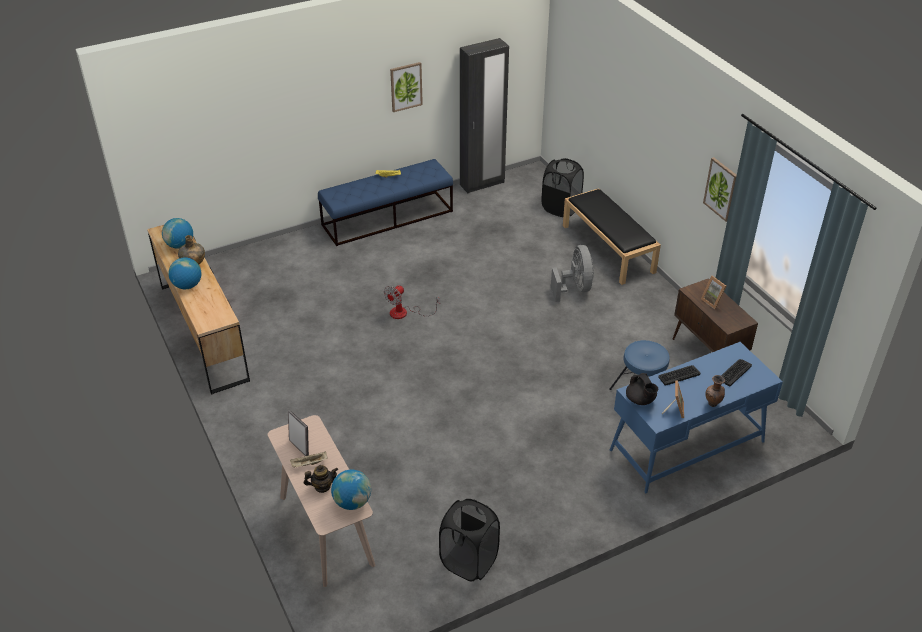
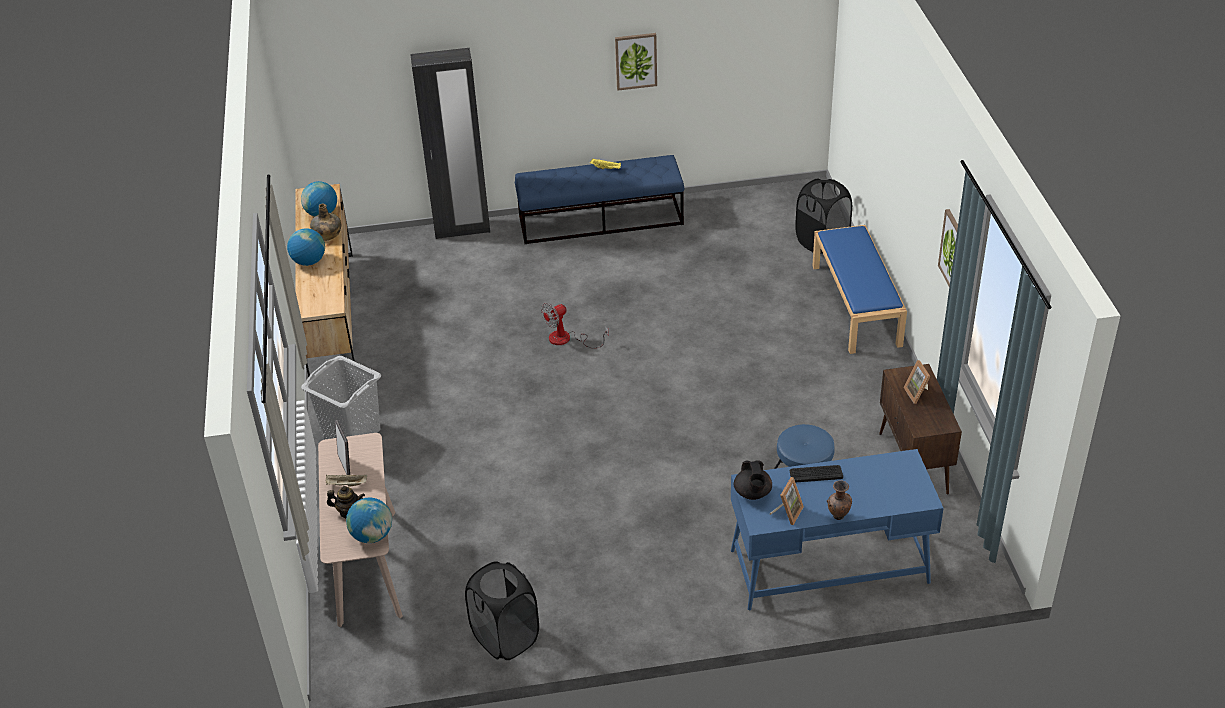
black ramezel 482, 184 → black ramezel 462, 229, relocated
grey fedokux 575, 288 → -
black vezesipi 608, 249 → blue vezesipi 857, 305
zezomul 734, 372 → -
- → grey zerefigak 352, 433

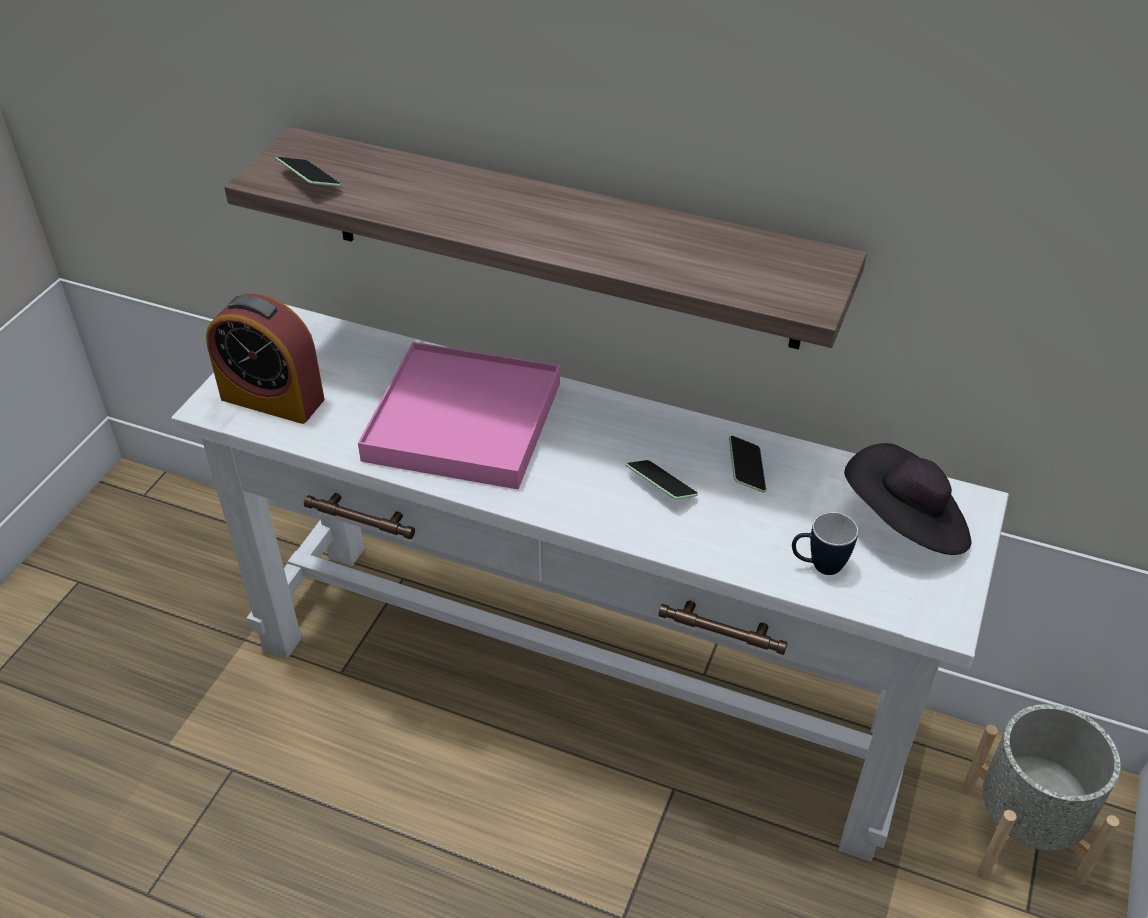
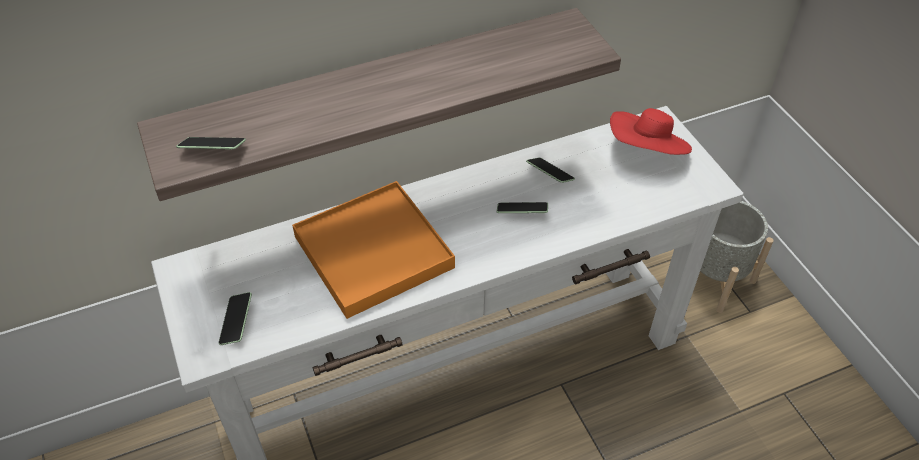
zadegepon 272, 399 → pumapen 237, 323
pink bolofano 464, 421 → orange bolofano 373, 251
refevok 818, 566 → -
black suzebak 905, 524 → red suzebak 647, 151

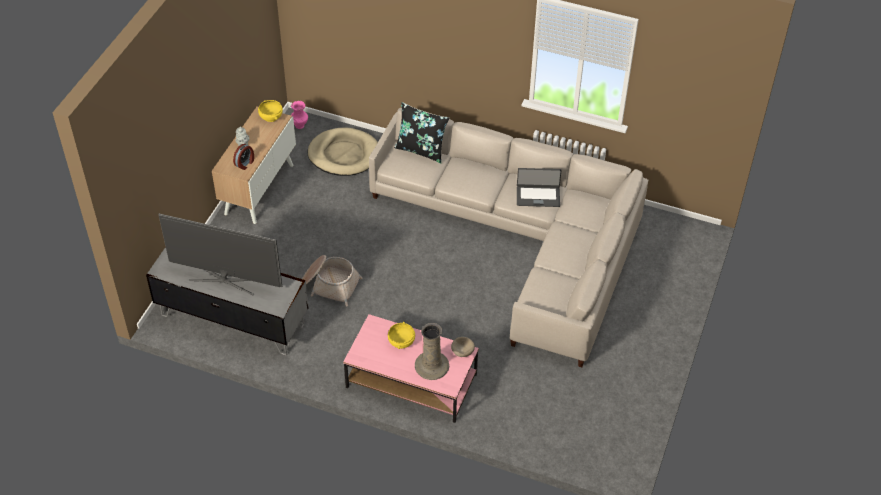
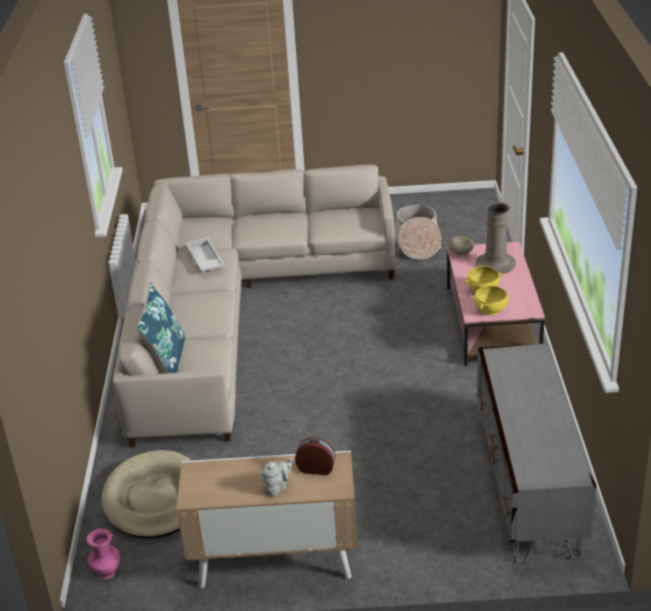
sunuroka 225, 279 → -
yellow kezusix 270, 117 → yellow kezusix 491, 310, relocated
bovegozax 330, 285 → bovegozax 417, 244, relocated
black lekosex 421, 150 → blue lekosex 166, 360
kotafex 538, 196 → white bolofano 204, 260

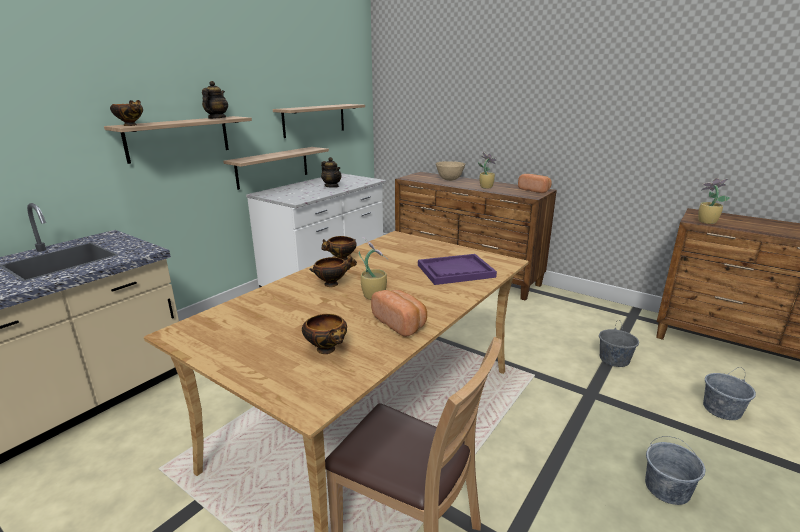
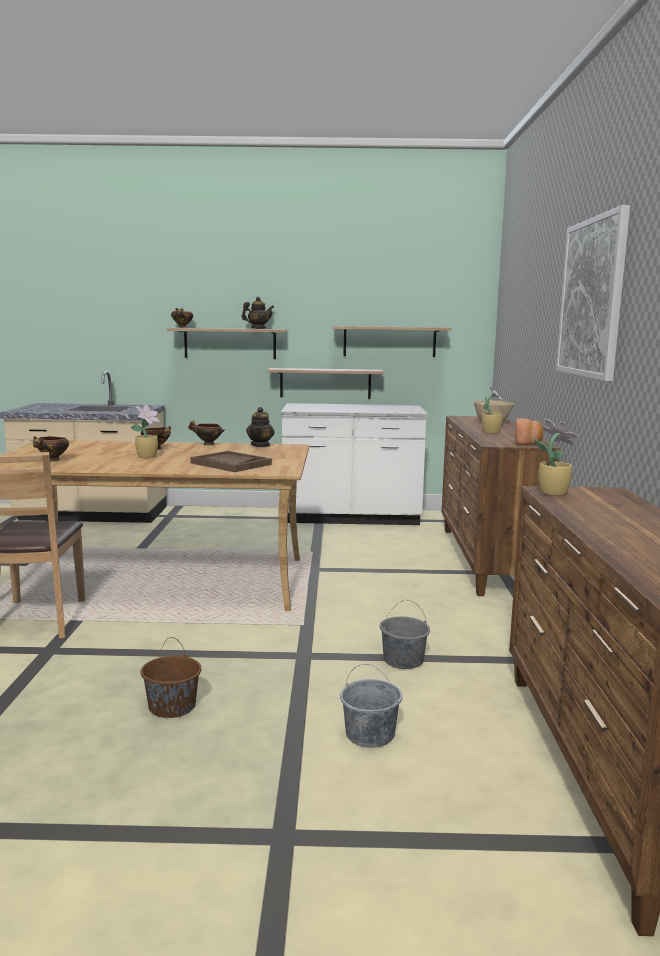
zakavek 332, 186 → zakavek 260, 445, relocated
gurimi 401, 323 → -
purple bolofano 455, 271 → brown bolofano 230, 464
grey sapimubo 667, 489 → brown sapimubo 172, 706
- → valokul 592, 298

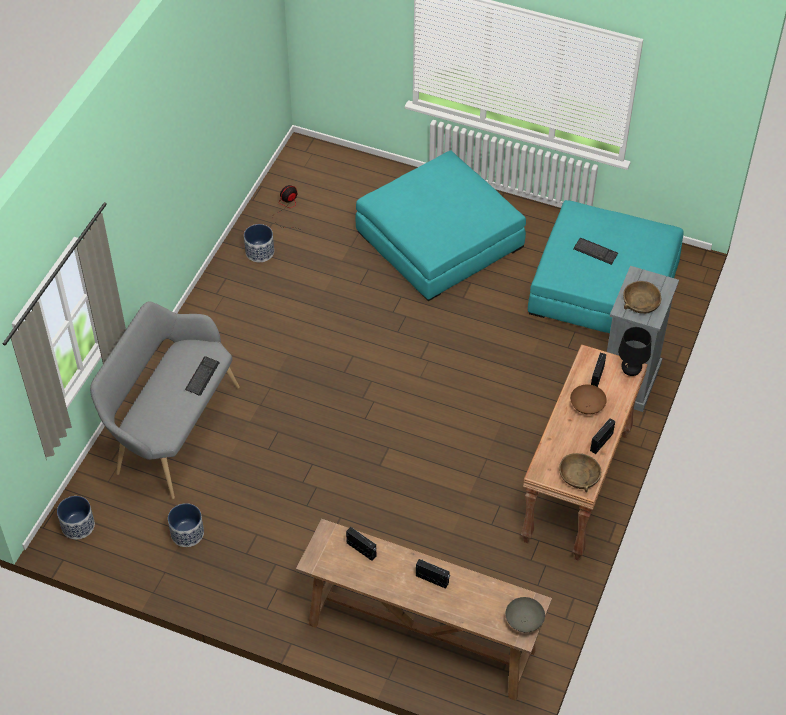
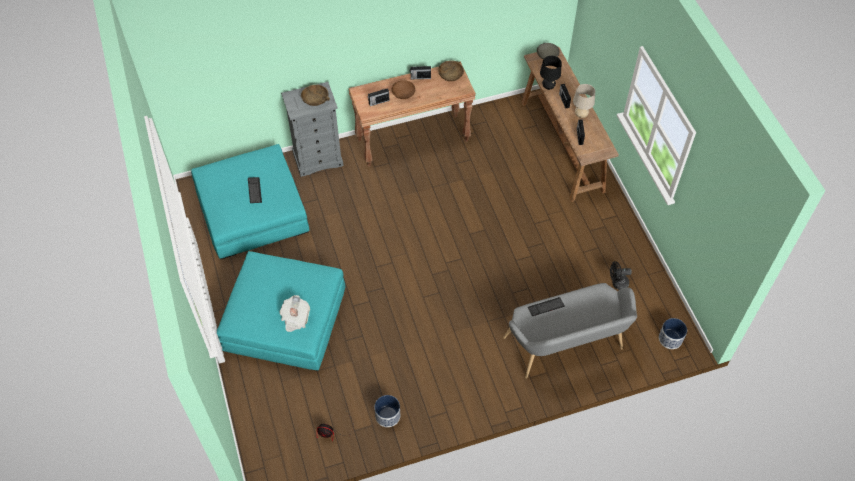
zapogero 187, 533 → black fedokux 617, 283
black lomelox 630, 371 → black lomelox 548, 87, relocated
- → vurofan 295, 318
- → beige lomelox 581, 115

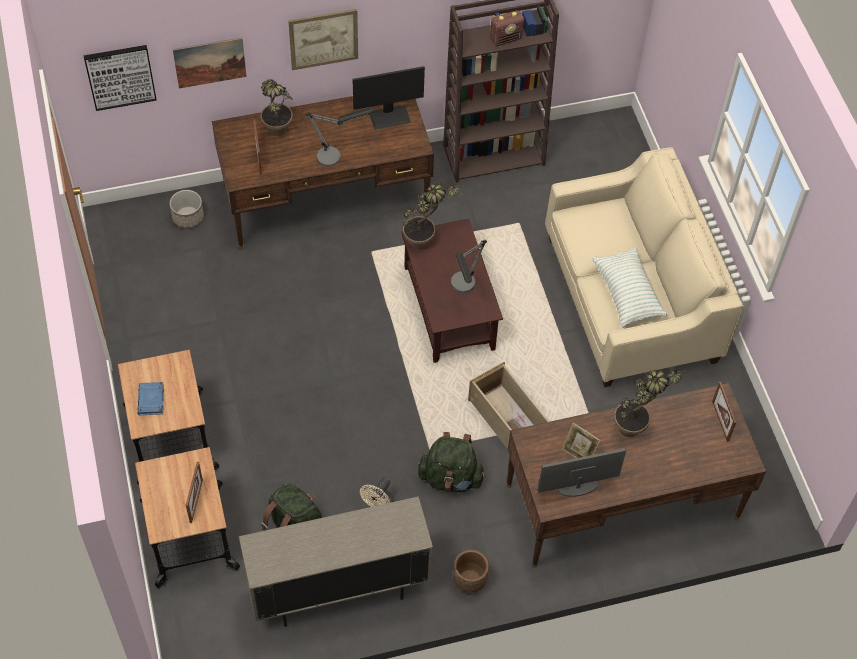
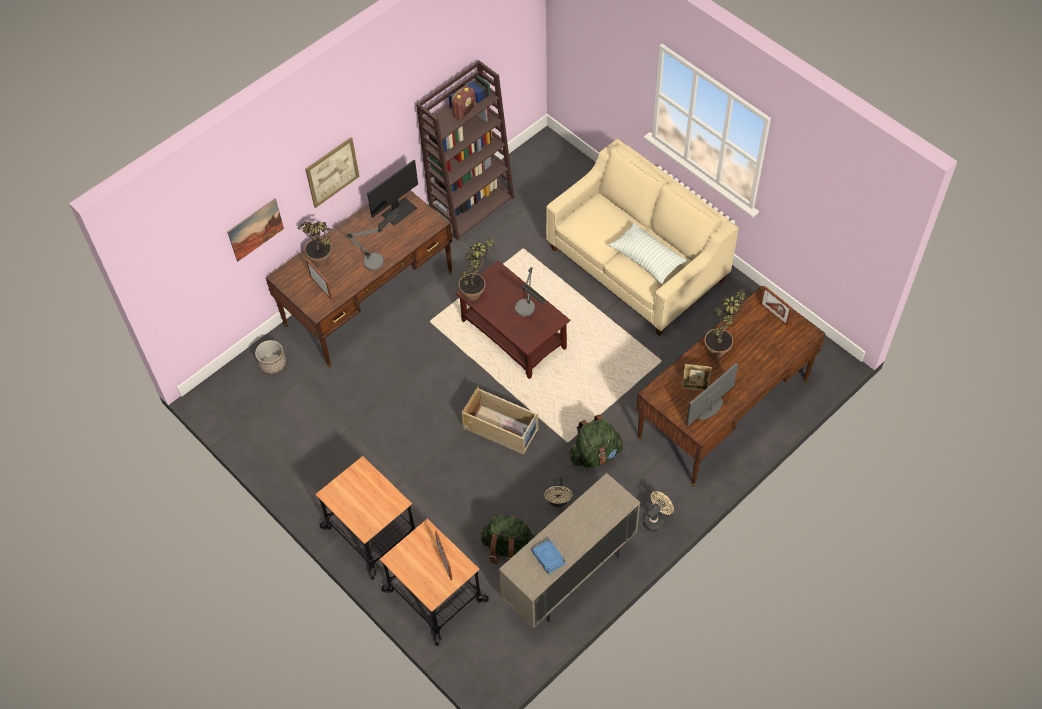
valokul 120, 76 → -
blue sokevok 151, 400 → blue sokevok 549, 557, relocated
brown zapogero 469, 580 → beige fedokux 656, 519
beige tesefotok 508, 421 → beige tesefotok 501, 429, relocated

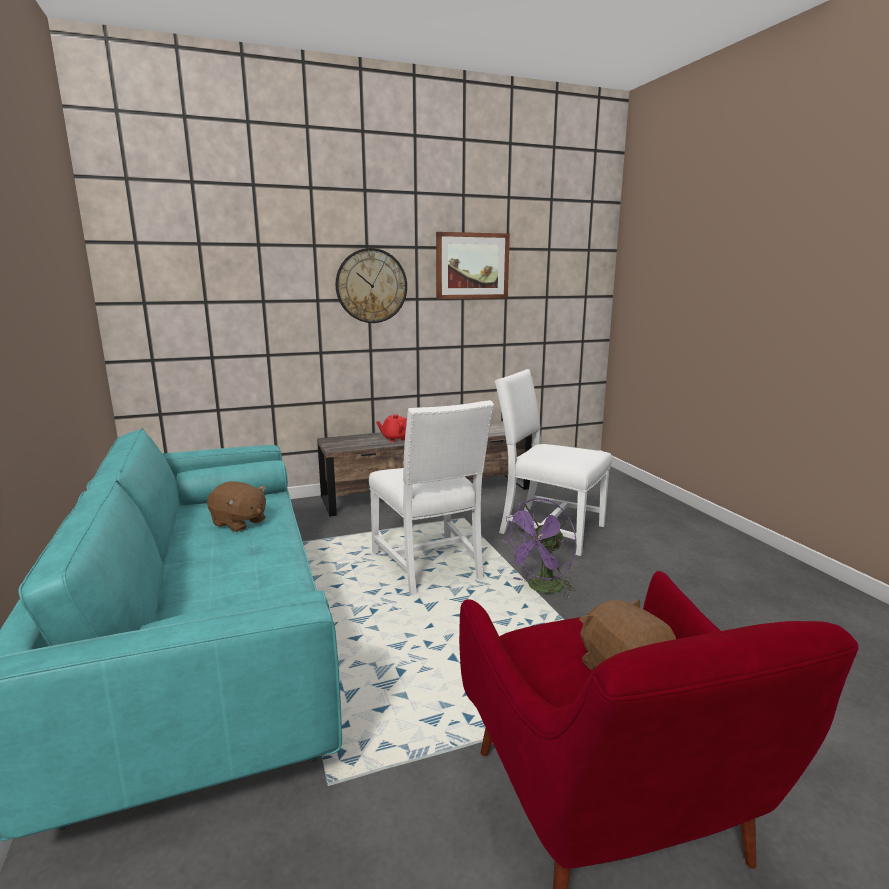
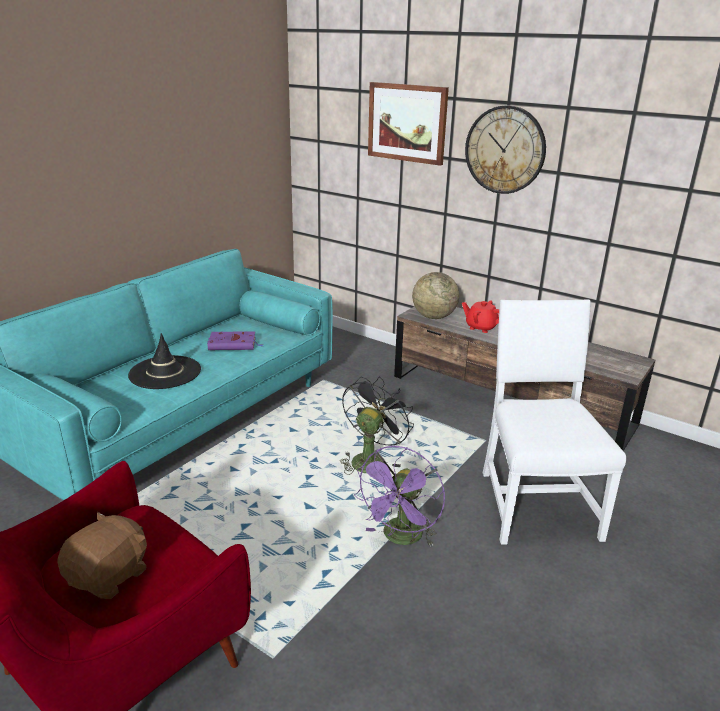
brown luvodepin 239, 523 → purple sokevok 234, 344
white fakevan 430, 566 → black fedokux 371, 459
valokul 472, 266 → valokul 407, 123, relocated
purple fedokux 541, 589 → purple fedokux 400, 538, 75 degrees counterclockwise
- → black suzebak 165, 373
- → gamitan 433, 317

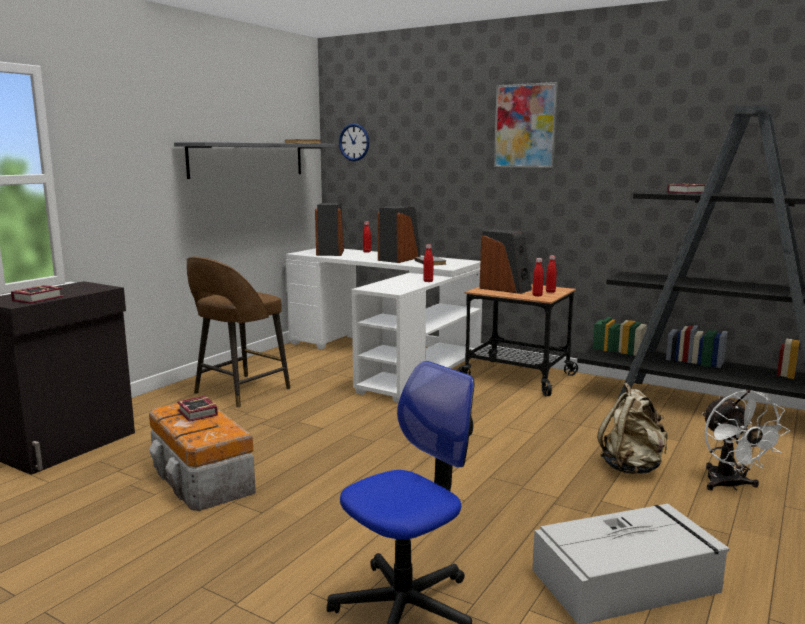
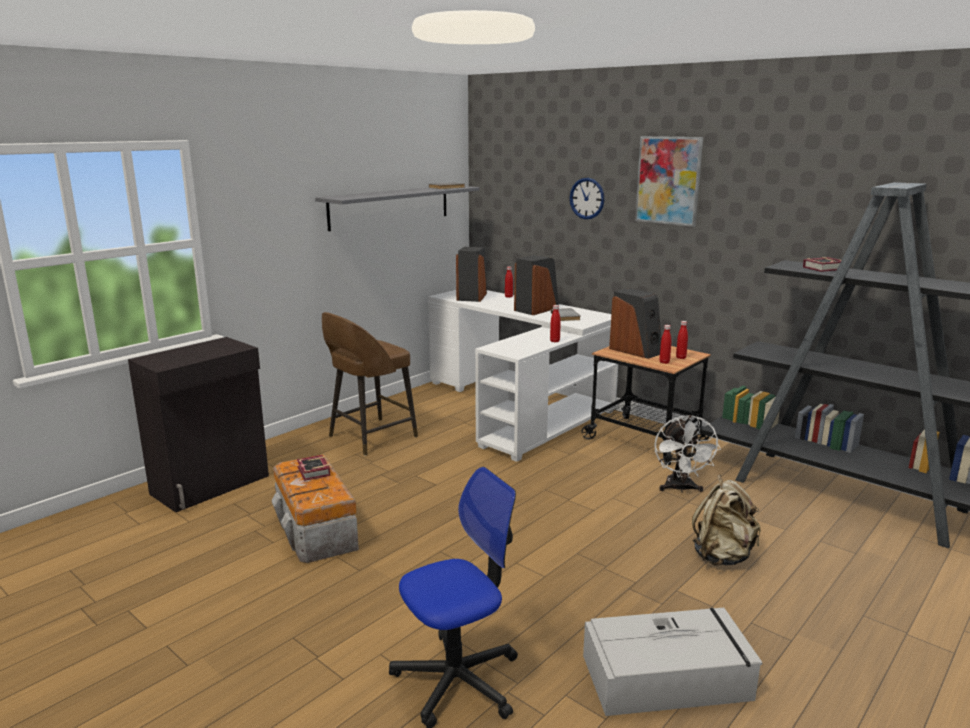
sokevok 40, 298 → -
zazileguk 354, 142 → zazileguk 587, 198, relocated
white fedokux 730, 485 → white fedokux 680, 489, relocated

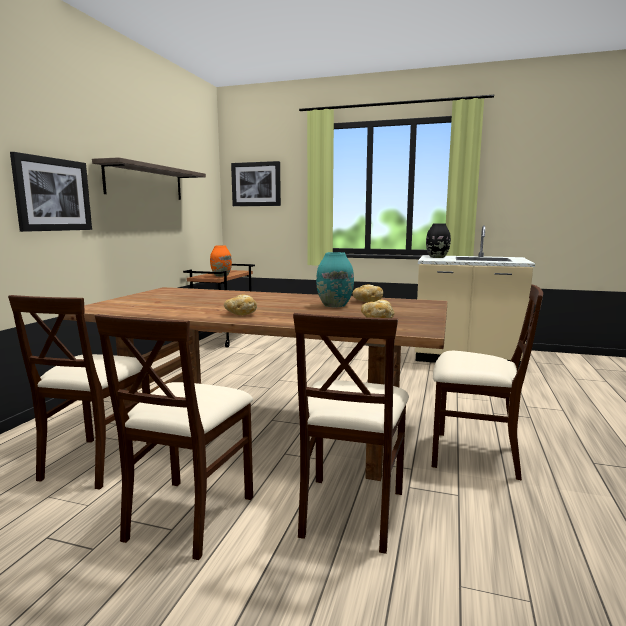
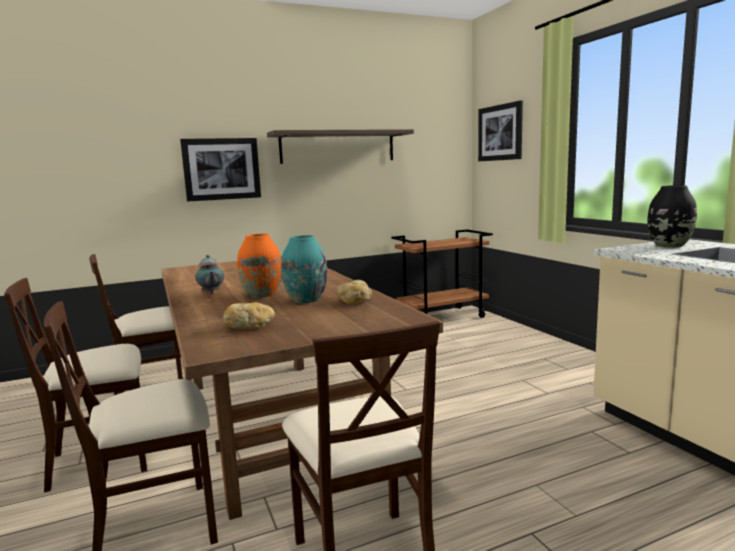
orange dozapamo 221, 275 → orange dozapamo 261, 295, relocated
gurimi 241, 314 → zakavek 211, 293

